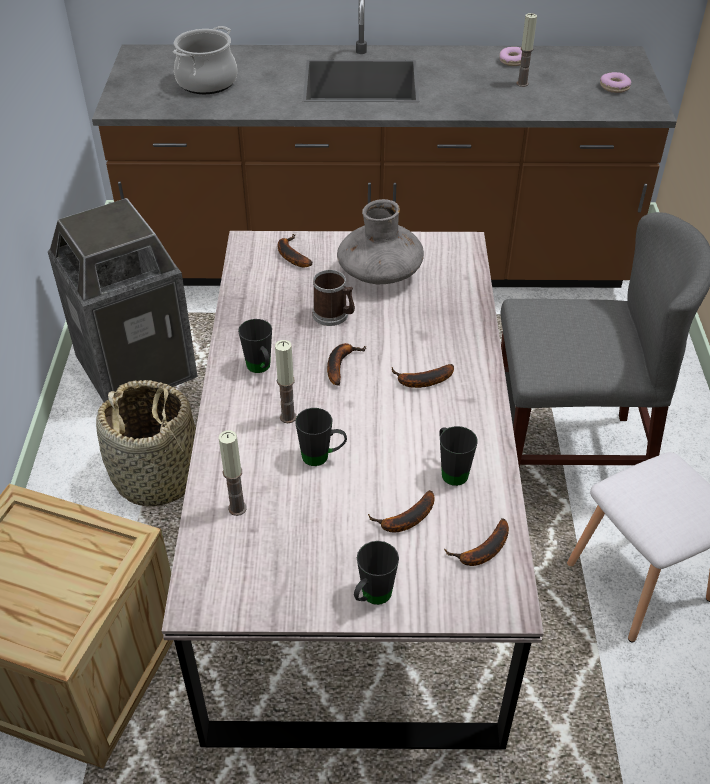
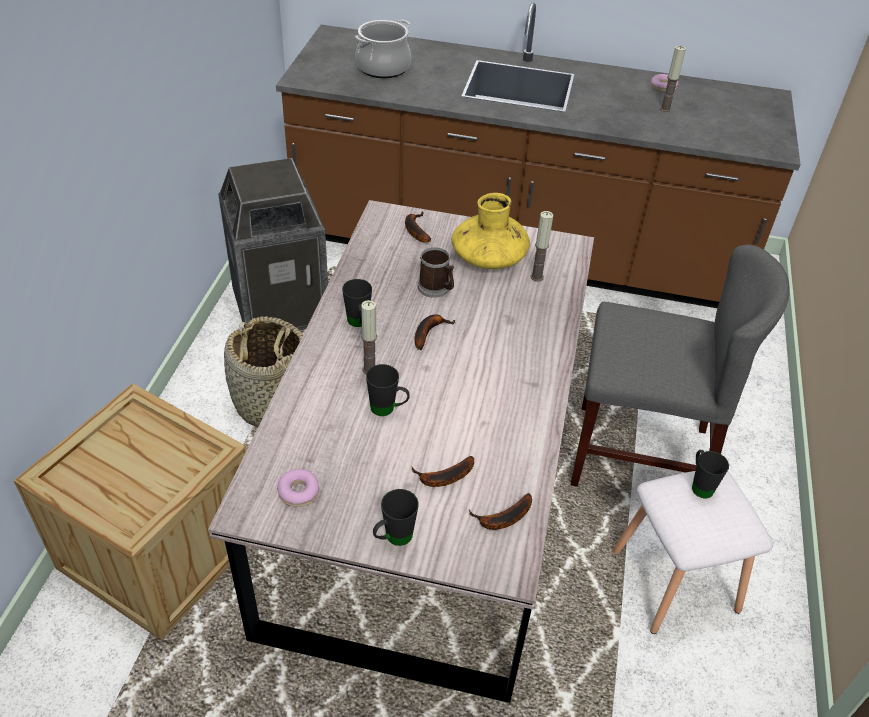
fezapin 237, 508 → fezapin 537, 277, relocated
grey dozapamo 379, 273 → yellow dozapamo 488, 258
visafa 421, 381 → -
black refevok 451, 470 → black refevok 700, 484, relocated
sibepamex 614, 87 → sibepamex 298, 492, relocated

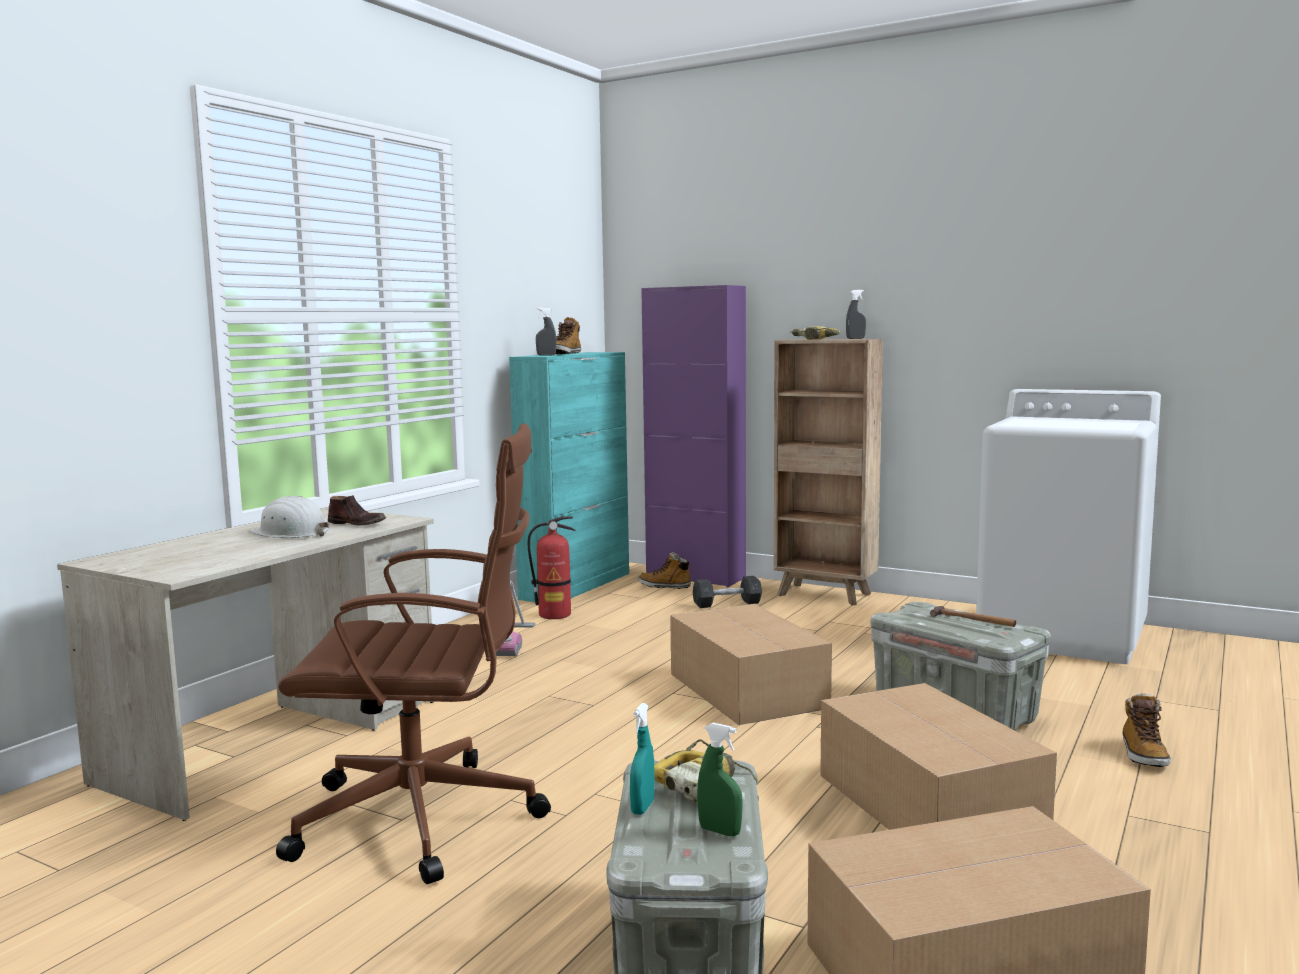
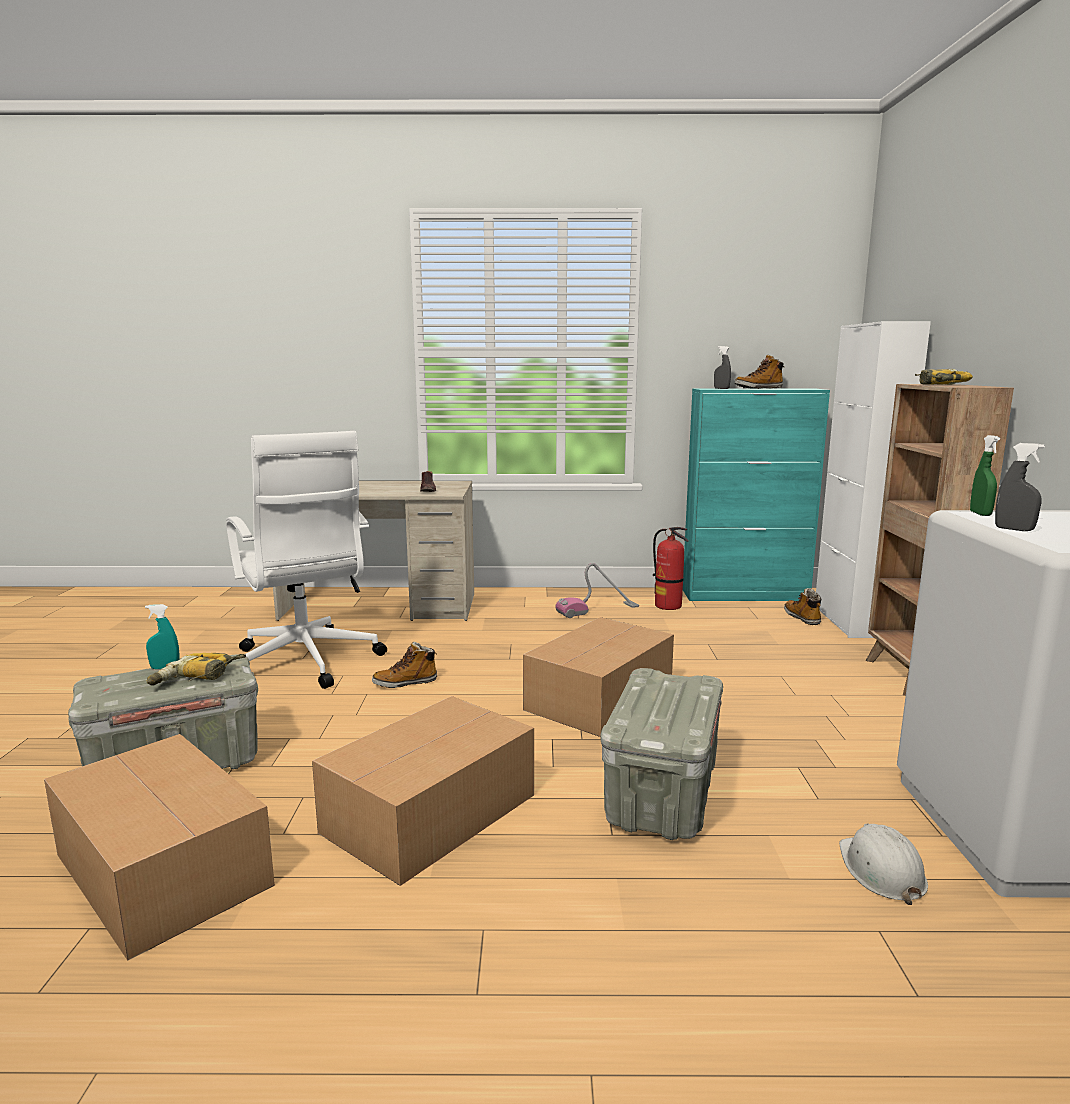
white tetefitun 290, 533 → white tetefitun 881, 870, relocated
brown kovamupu 426, 819 → white kovamupu 305, 663
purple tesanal 695, 577 → white tesanal 850, 621
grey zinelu 727, 603 → -
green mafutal 719, 831 → green mafutal 980, 514, relocated
grey mafutal 855, 338 → grey mafutal 1014, 529, relocated
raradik 973, 620 → -
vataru 1143, 755 → vataru 405, 683, relocated

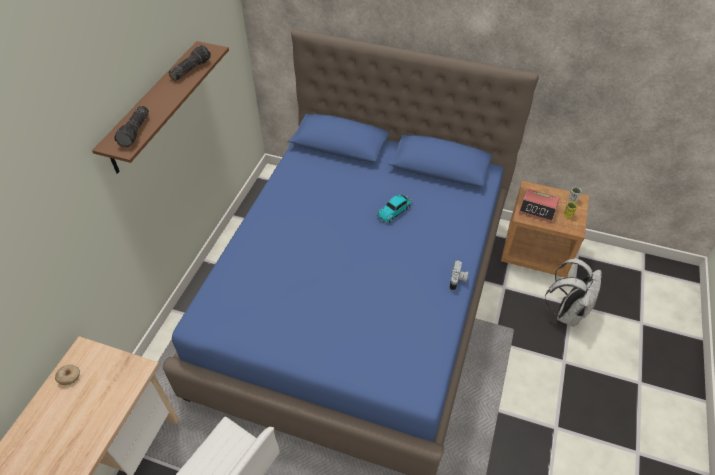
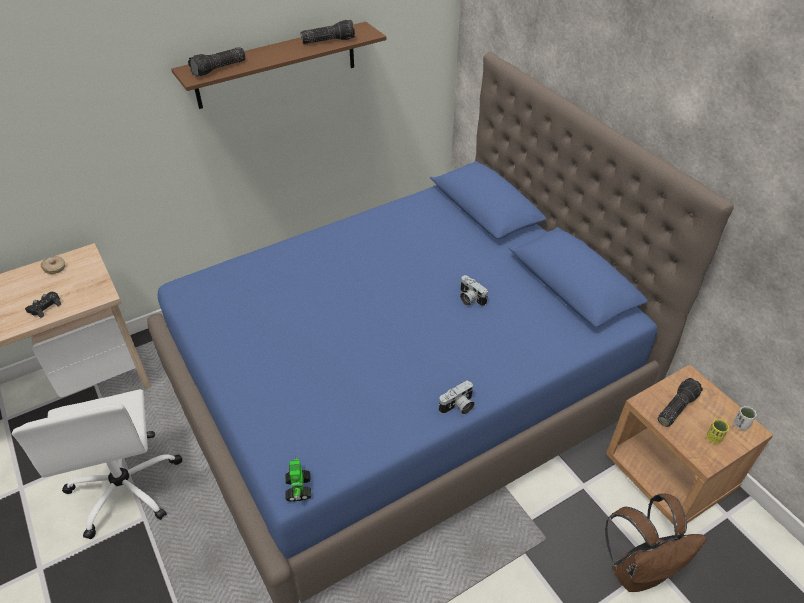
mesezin 395, 210 → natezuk 469, 298
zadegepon 538, 209 → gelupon 675, 407
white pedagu 567, 312 → brown pedagu 639, 570
- → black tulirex 45, 307
- → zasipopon 298, 488

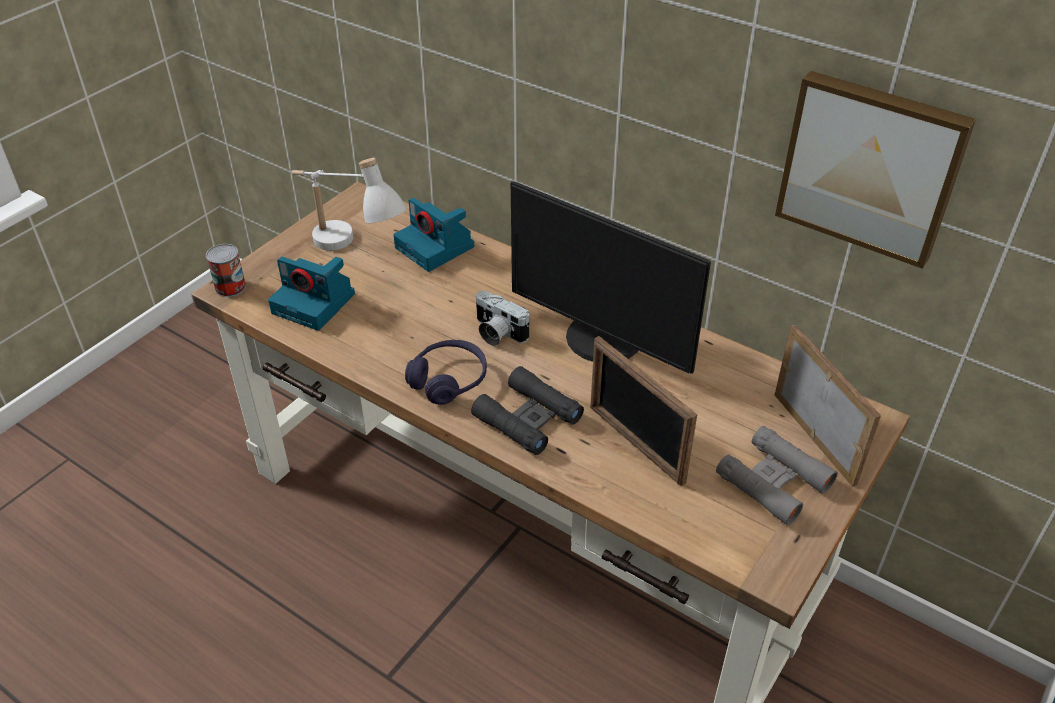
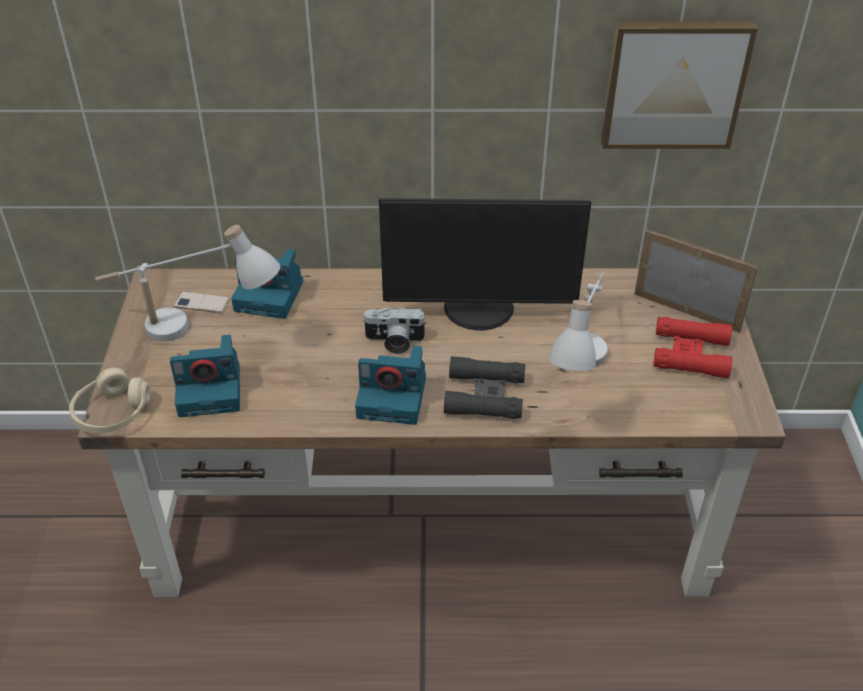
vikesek 230, 287 → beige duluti 112, 413
purple duluti 448, 380 → natezuk 394, 397
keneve 635, 444 → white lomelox 579, 375
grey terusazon 773, 481 → red terusazon 690, 354
- → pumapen 201, 303

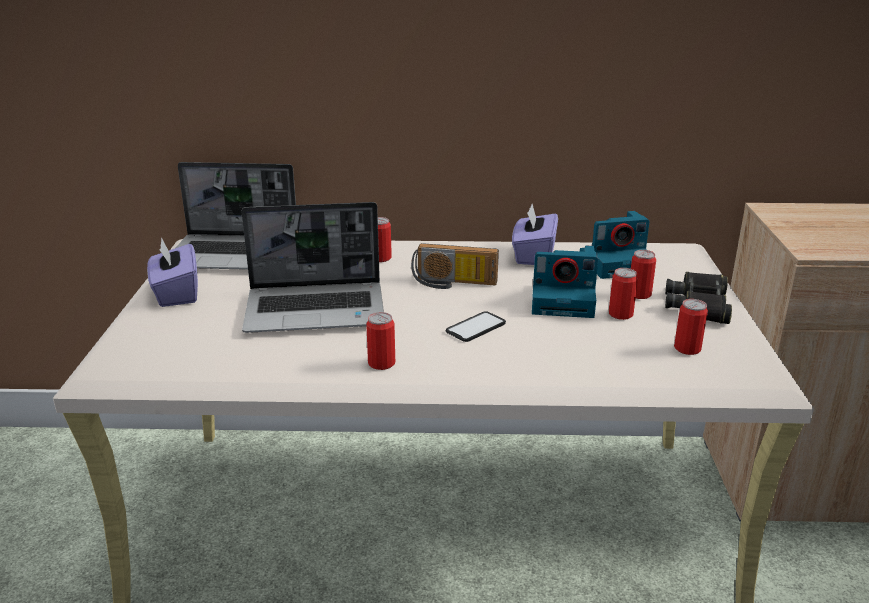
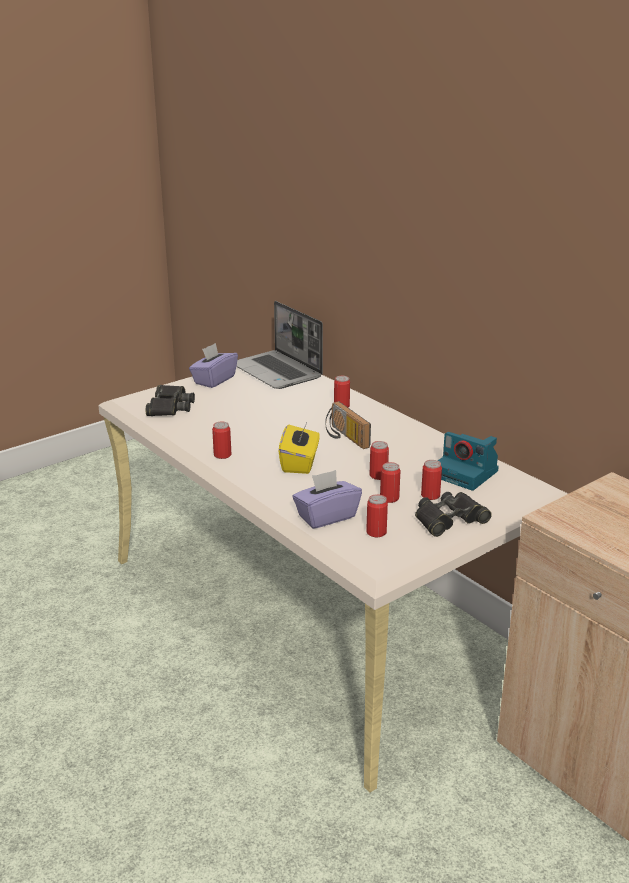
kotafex 317, 310 → -
pumapen 476, 327 → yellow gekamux 300, 463
purple gekamux 533, 255 → purple gekamux 326, 516, relocated
natezuk 564, 300 → vikesek 378, 475
- → black terusazon 170, 407

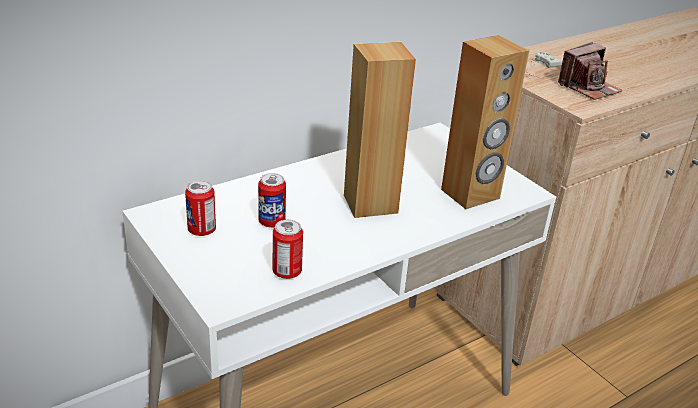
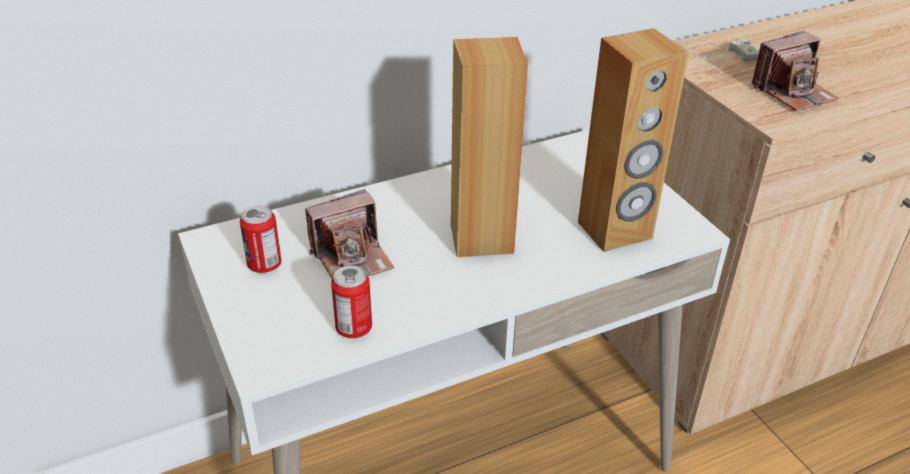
vikesek 272, 222 → natezuk 352, 258

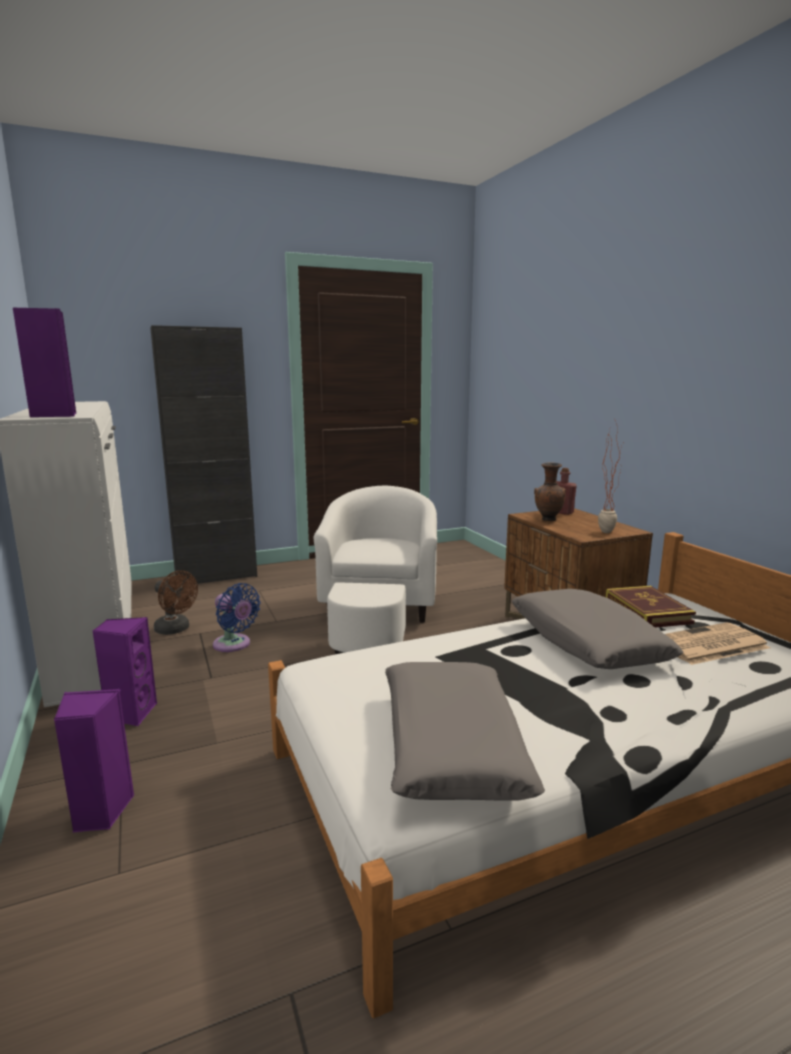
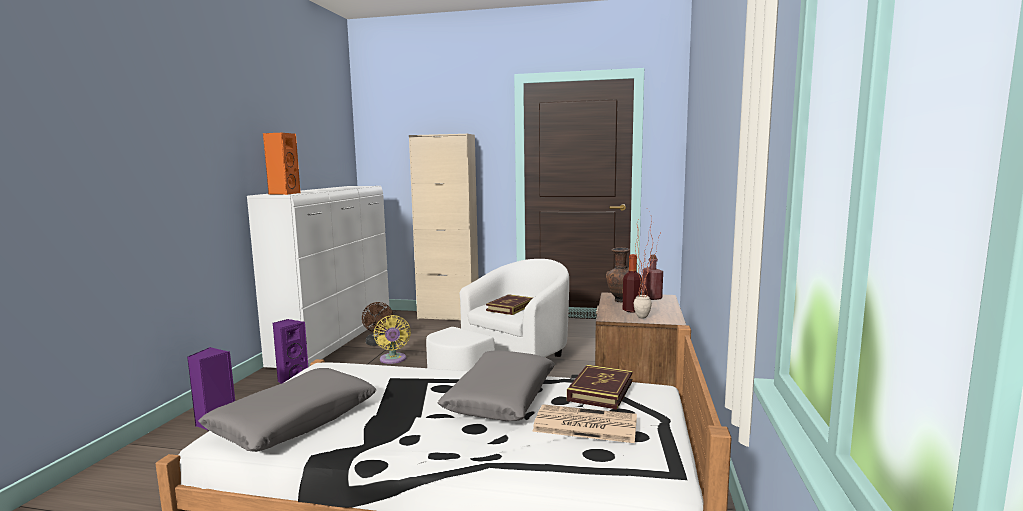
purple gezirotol 54, 415 → orange gezirotol 284, 193
black tesanal 216, 576 → beige tesanal 448, 316
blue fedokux 234, 645 → yellow fedokux 393, 360
- → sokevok 510, 307
- → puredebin 631, 310

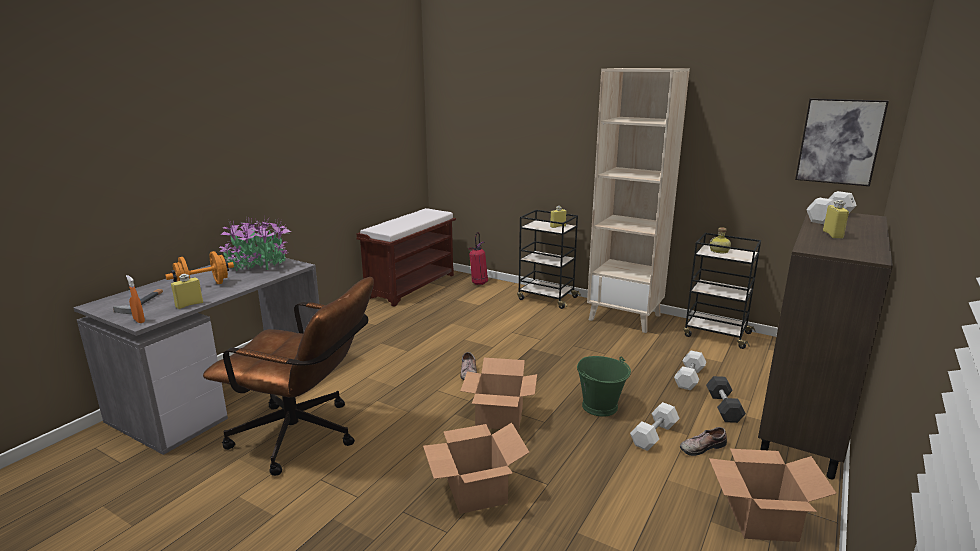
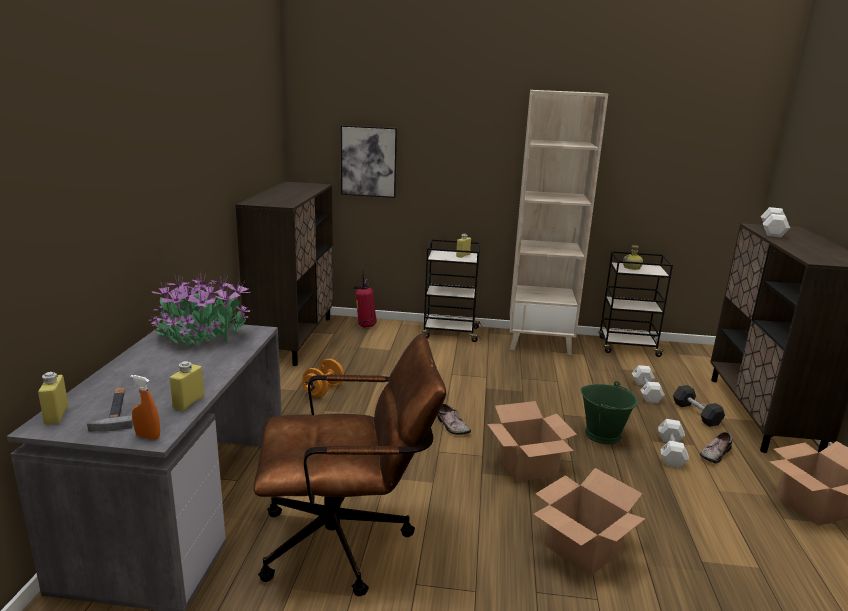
orange zinelu 203, 286 → orange zinelu 323, 390, relocated
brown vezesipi 411, 286 → brown tesanal 293, 338
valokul 839, 141 → valokul 368, 161, relocated
yellow puredebin 832, 235 → yellow puredebin 56, 415, relocated

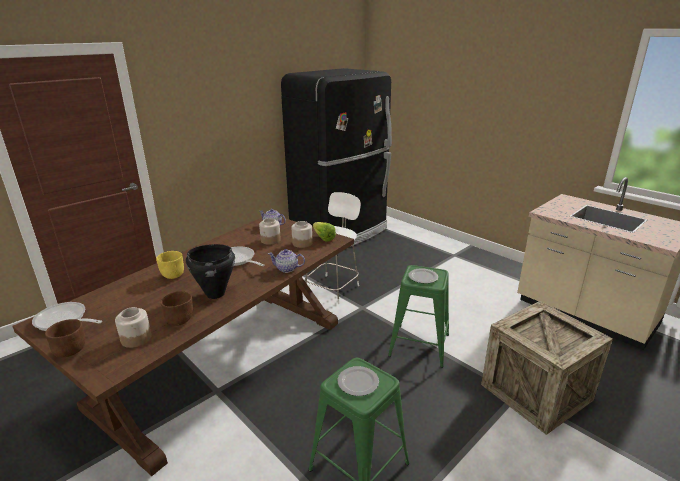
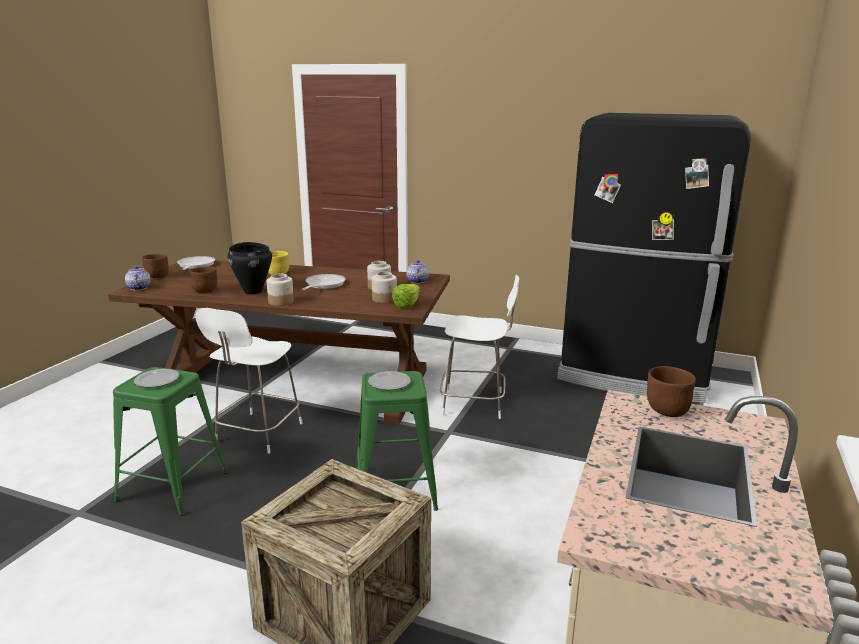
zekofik 136, 338 → zekofik 281, 302, relocated
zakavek 287, 269 → zakavek 138, 288, relocated
- → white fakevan 257, 434
- → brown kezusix 666, 412

